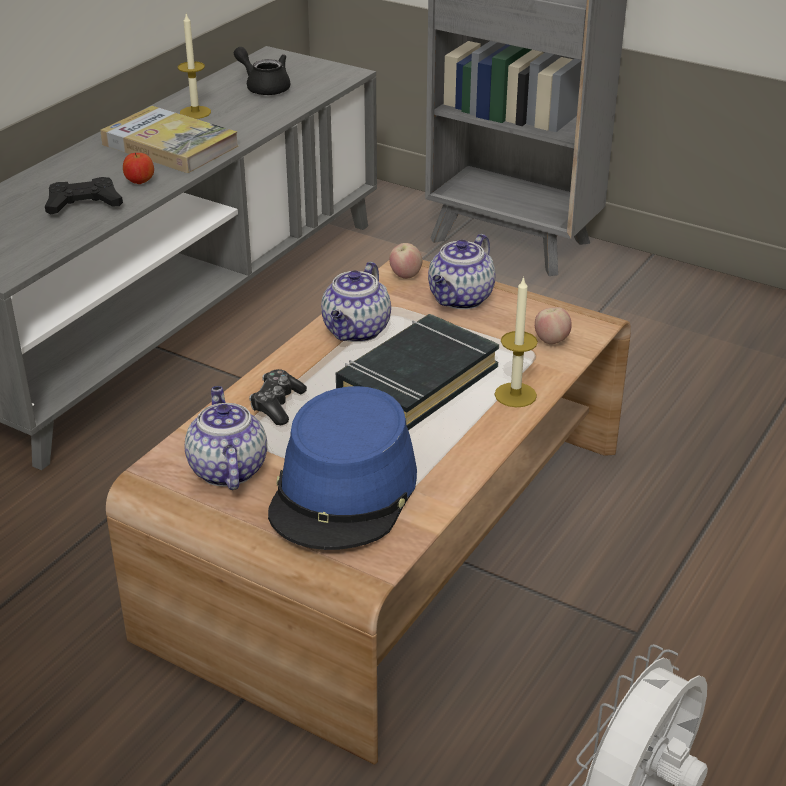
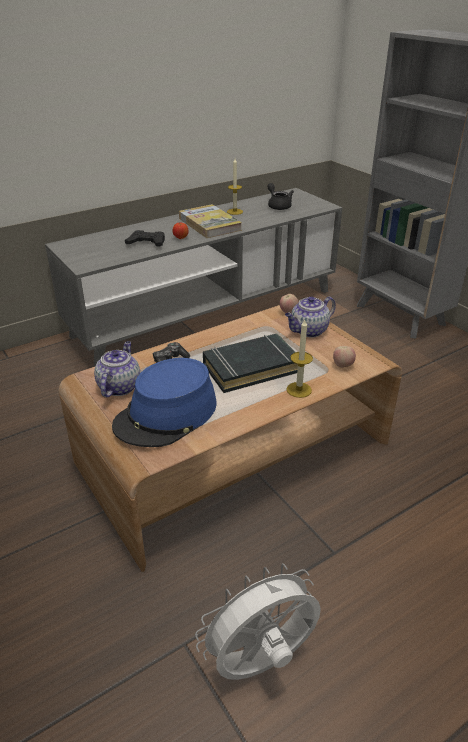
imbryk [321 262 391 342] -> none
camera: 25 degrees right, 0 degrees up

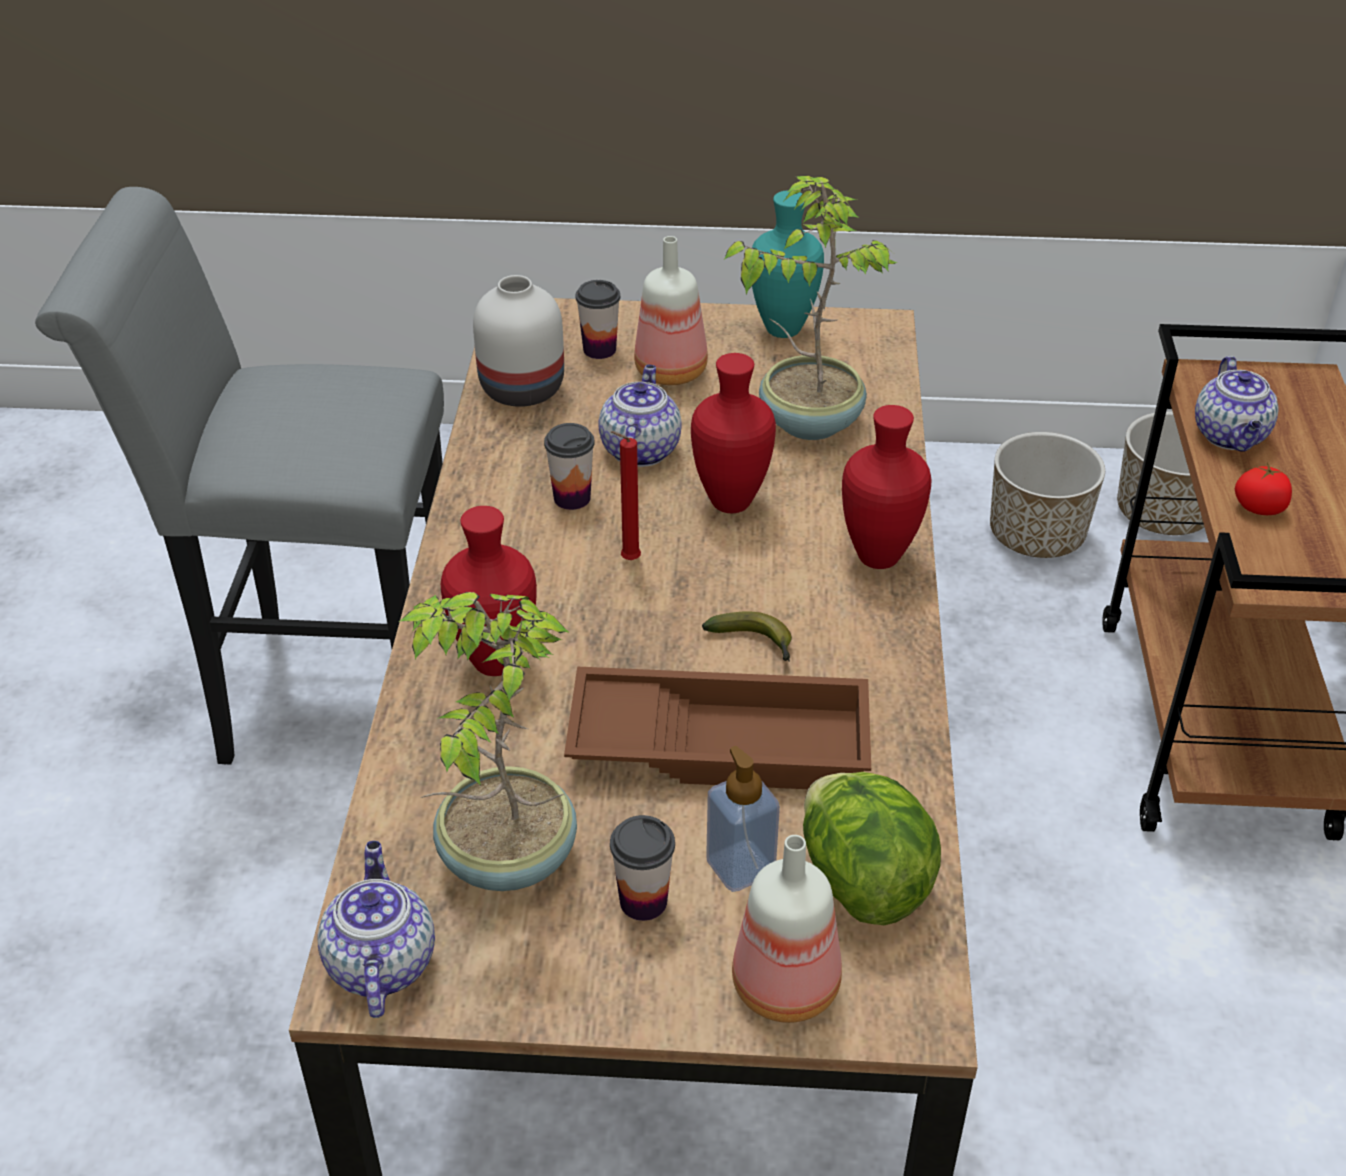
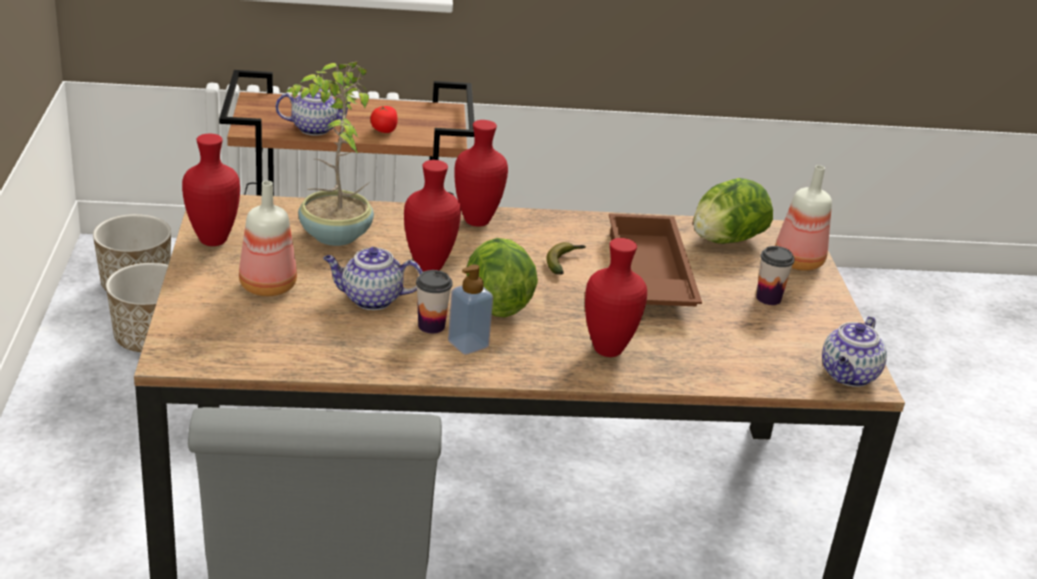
roślina doniczkowa [398 592 577 891] -> none
wazon [biały] [473 275 564 407] -> none
filiżanka [576 280 620 359] -> none
dozownik mydła [706 746 780 892] -> dozownik mydła [448 264 493 355], move
świeca [czerwony] [611 431 641 560] -> sałata [467 238 538 318]
wazon [turkusowy] [752 190 824 338] -> wazon [czerwony] [182 134 240 246]
imbryk [318 841 435 1018] -> imbryk [822 316 887 387], 45 degrees counterclockwise
camera: 100 degrees left, 10 degrees down

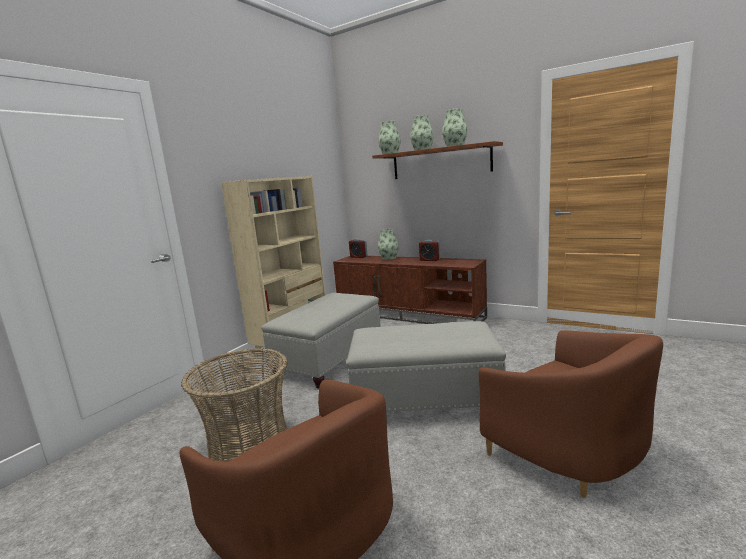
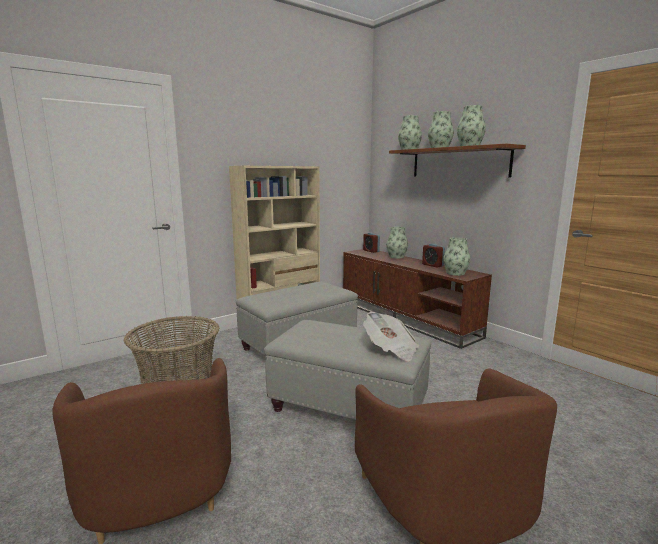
none -> gazeta [363 312 419 361]
none -> wazon [443 237 470 276]
camera: 20 degrees right, 0 degrees up

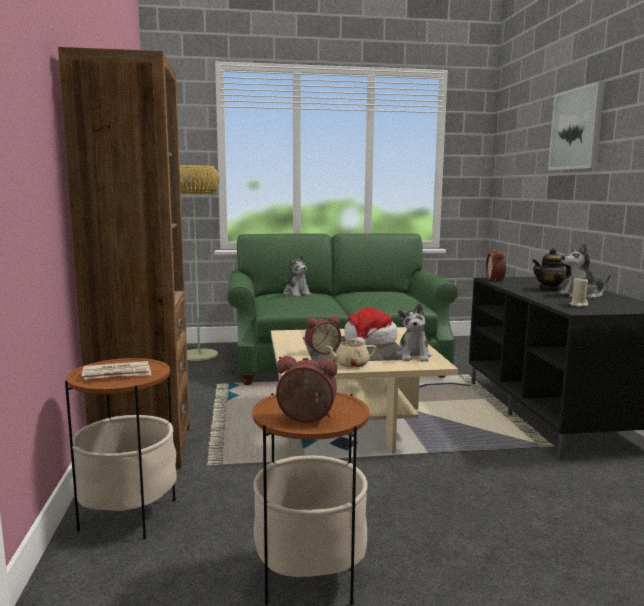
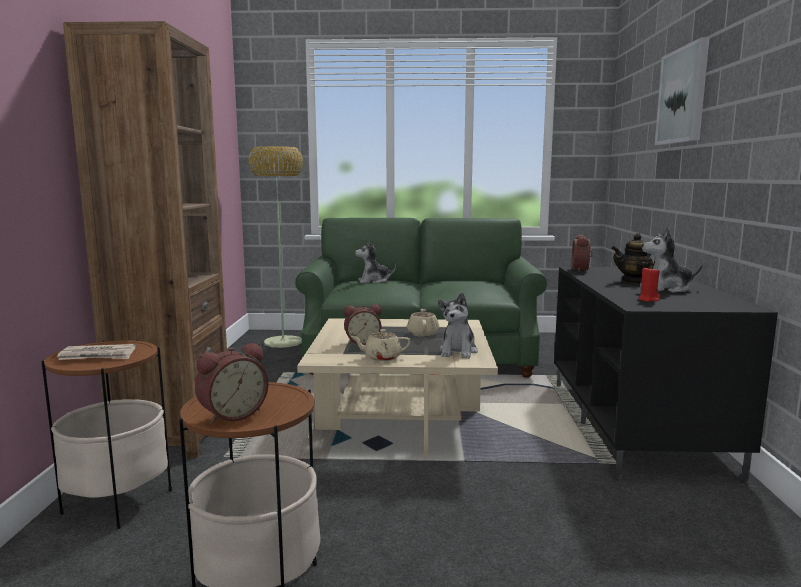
kapelusz [344 308 397 345] -> imbryk [beżowy] [407 309 439 337]
świeca [beżowy] [570 277 588 307] -> świeca [czerwony] [638 266 660 302]
budzik [276 356 337 423] -> budzik [195 342 268 424], 120 degrees clockwise
pluszak [283 255 311 297] -> pluszak [355 240 396 283], 105 degrees clockwise
camera: 10 degrees right, 0 degrees up

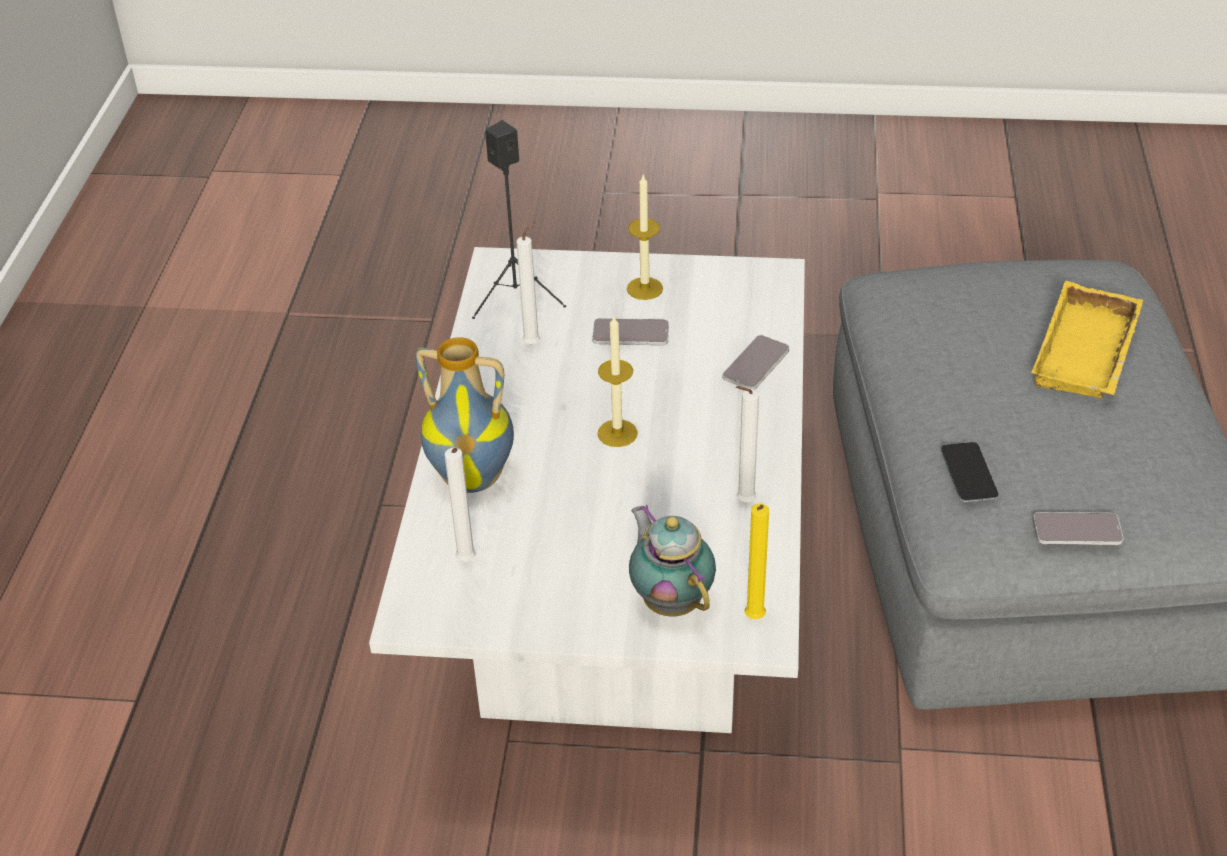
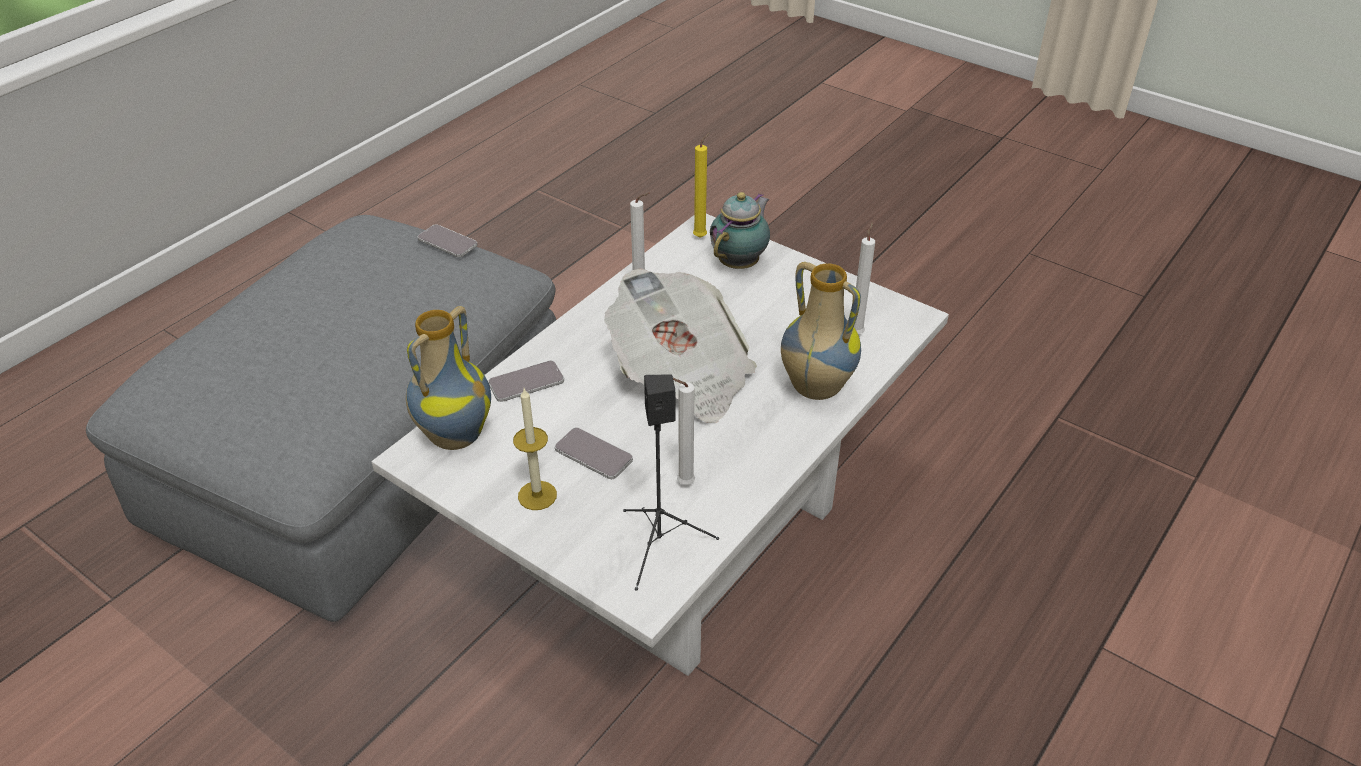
telefon [941 442 999 502] -> none
taca [żółty] [1031 281 1143 398] -> none
none -> wazon [406 306 491 450]
świeca [598 316 638 447] -> gazeta [604 268 757 423]
imbryk [629 505 716 617] -> imbryk [710 192 770 269], 150 degrees counterclockwise
camera: 150 degrees left, 0 degrees up

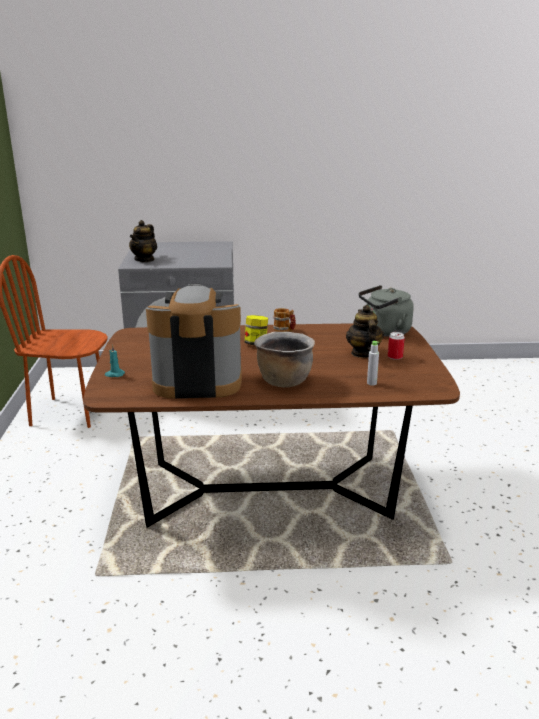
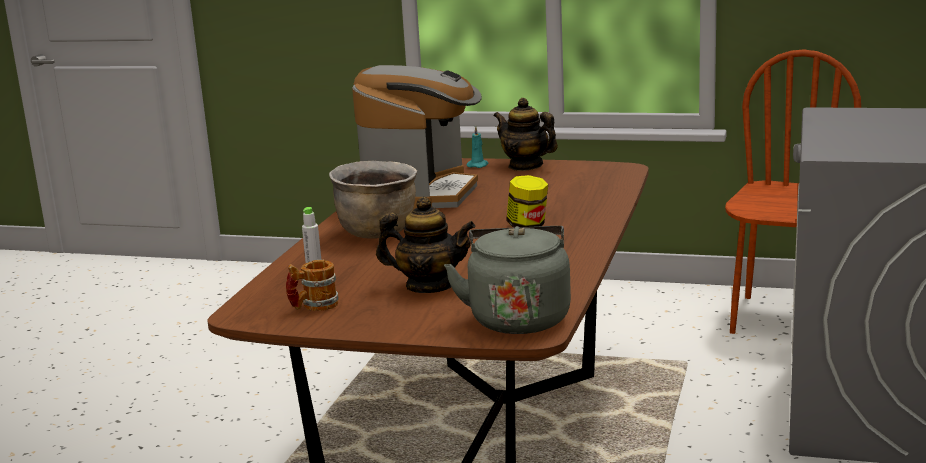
puszka [388 332 405 360] -> none
imbryk [129 220 157 262] -> imbryk [494 98 558 171], move
kubek [273 308 296 332] -> kubek [286 260 338 311], move
camera: 110 degrees right, 5 degrees down

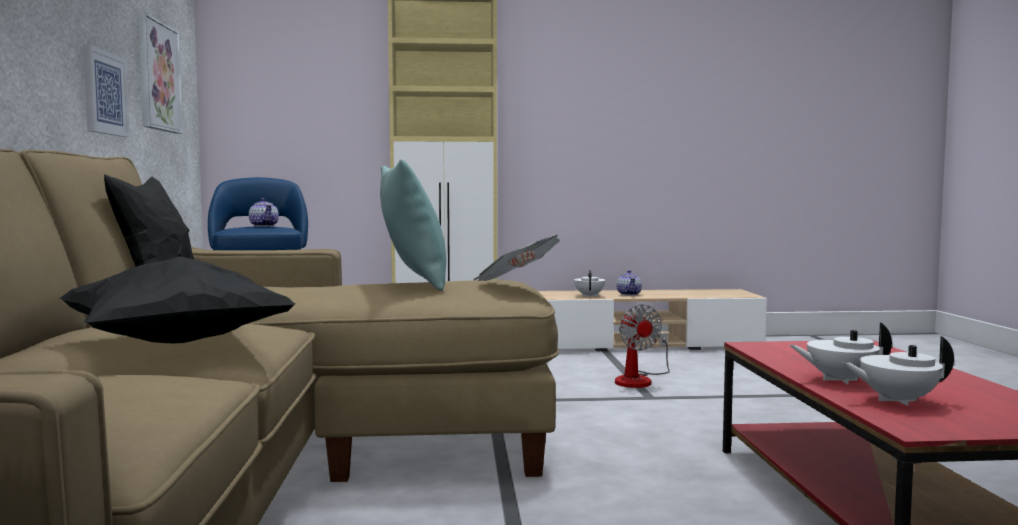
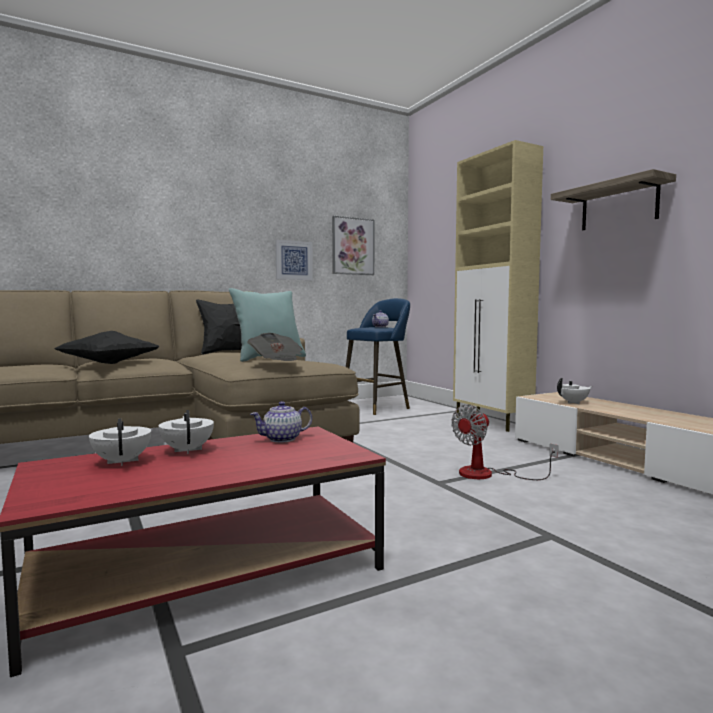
none -> półka [551 169 676 230]
imbryk [617 270 642 296] -> imbryk [250 401 312 443], move
camera: 65 degrees right, 0 degrees up

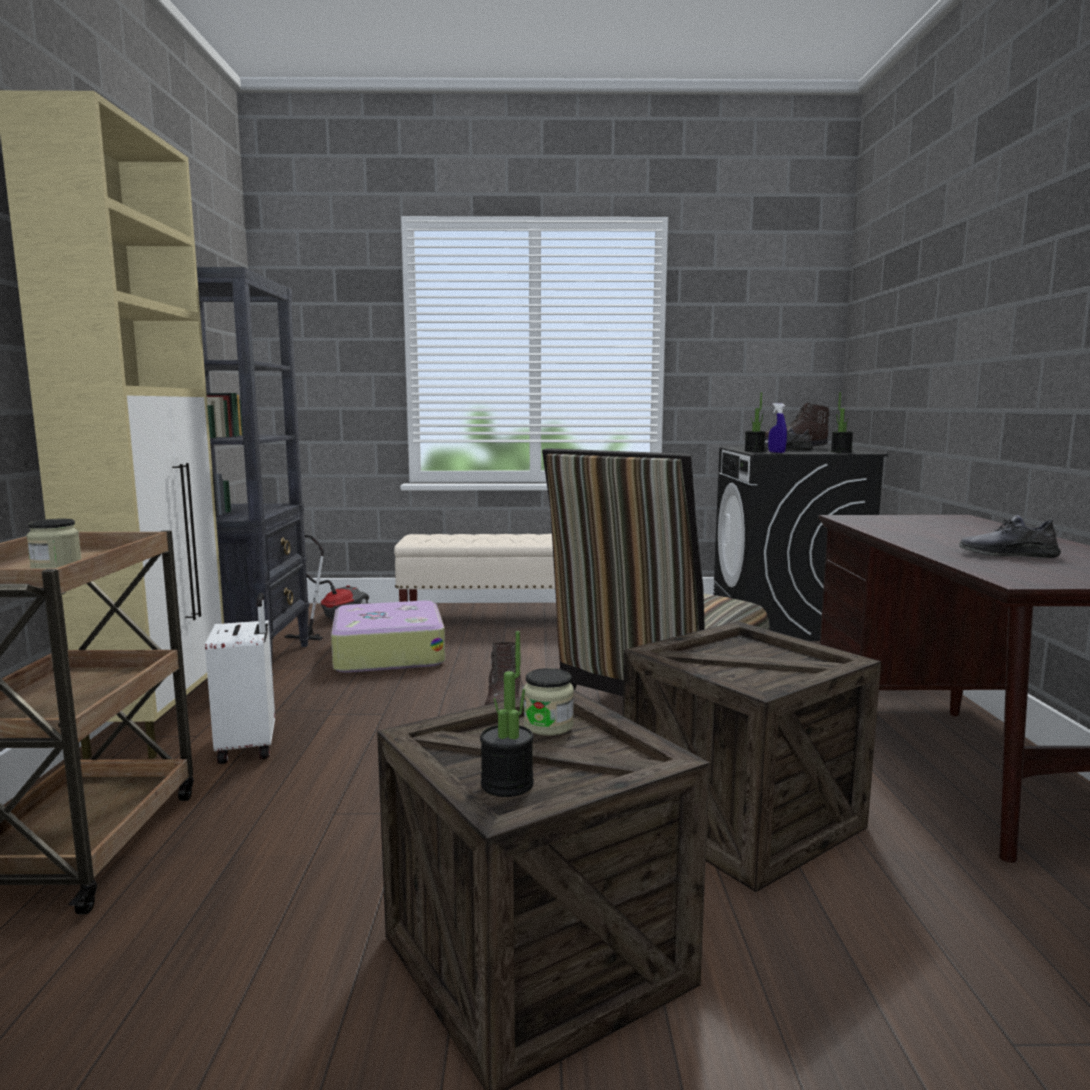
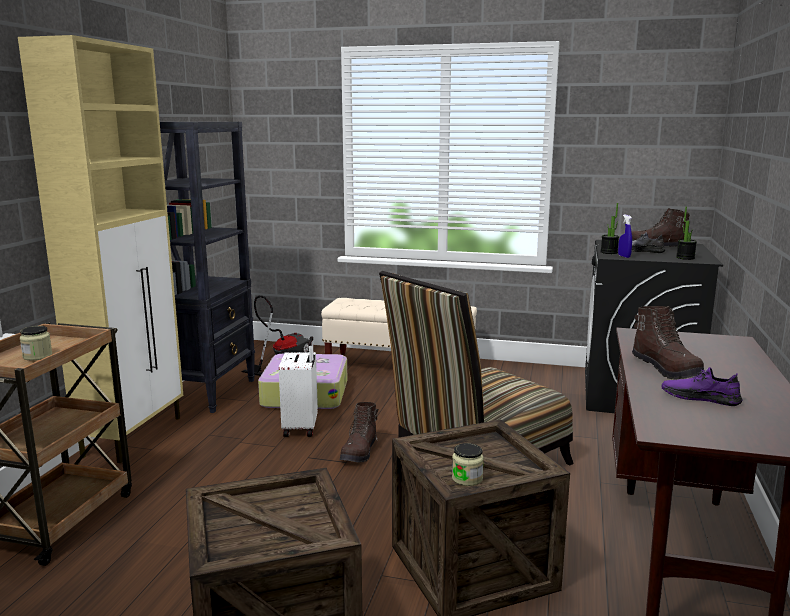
roślina doniczkowa [480 631 534 797] -> none
none -> but z cholewką [brązowy] [632 306 704 379]
walizka [biały] [205 593 275 764] -> walizka [biały] [279 336 318 437], move
słoik [524 668 574 736] -> słoik [452 443 484 486], move
but [szary] [959 515 1061 558] -> but [fioletowy] [661 367 742 406]
camera: 15 degrees right, 5 degrees up

